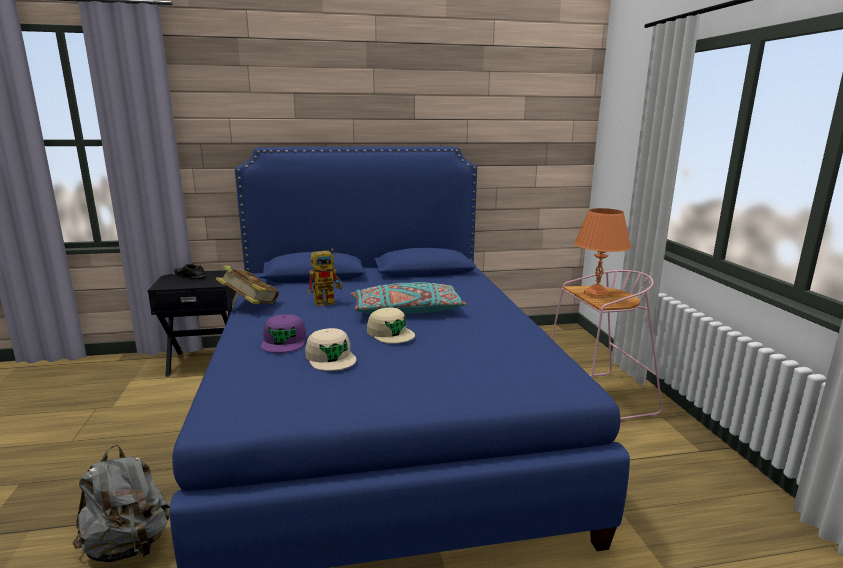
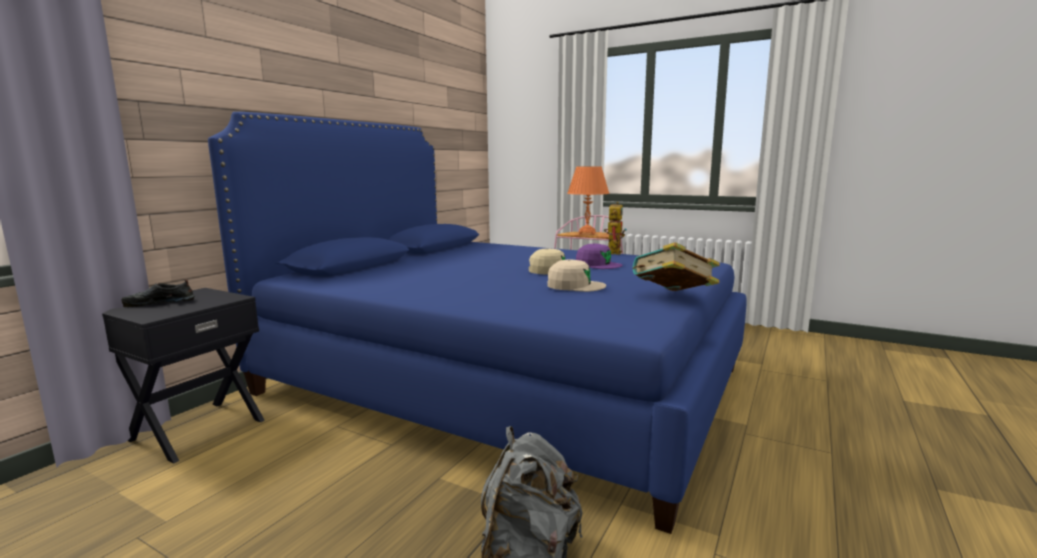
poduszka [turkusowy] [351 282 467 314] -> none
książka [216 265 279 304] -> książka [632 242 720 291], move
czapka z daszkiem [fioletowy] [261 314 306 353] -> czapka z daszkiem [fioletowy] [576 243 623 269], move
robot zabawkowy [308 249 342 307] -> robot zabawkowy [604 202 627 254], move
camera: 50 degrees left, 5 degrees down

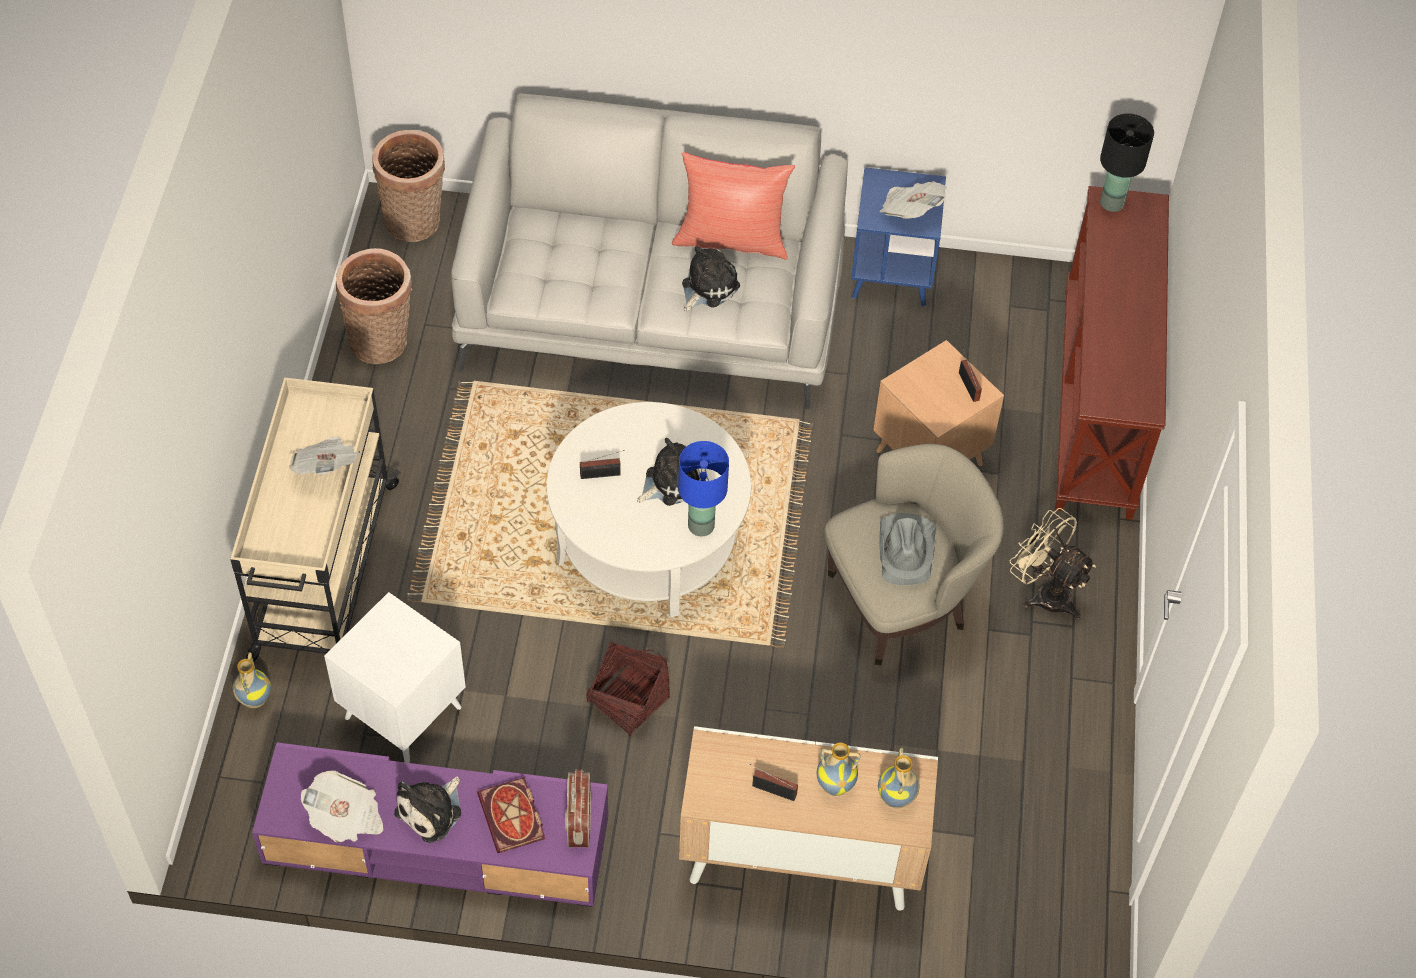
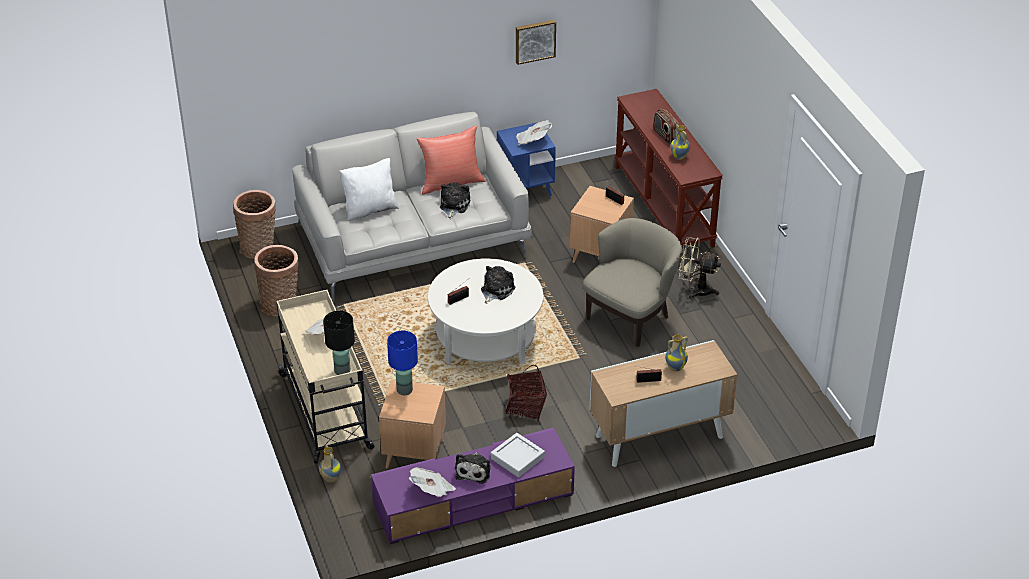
kapelusz [szary] [879 513 937 586] -> none
none -> poduszka [biały] [340 158 399 221]
none -> obraz [516 20 556 65]
radio [565 769 591 847] -> radio [653 109 679 144], move
lampa stołowa [niebieski] [678 441 729 536] -> lampa stołowa [niebieski] [387 331 418 395], move
wazon [878 748 920 809] -> wazon [670 124 690 160], move
lampa stołowa [czarny] [1100 113 1154 212] -> lampa stołowa [czarny] [323 311 355 375], move
książka [477 777 545 853] -> taca [szary] [491 433 545 478]
stolik [biały] [324 592 466 763] -> stolik [brązowy] [379 380 446 469]
camera: 25 degrees left, 15 degrees down

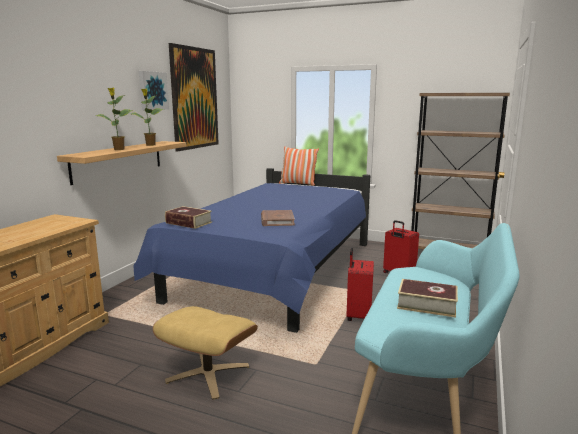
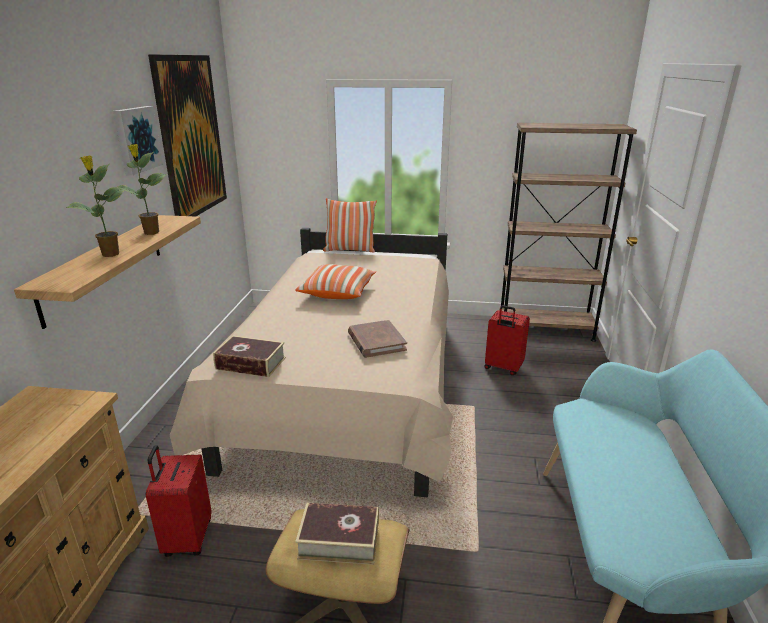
none -> poduszka [295 264 376 299]
walizka [czerwony] [346 248 374 321] -> walizka [czerwony] [146 445 211 557], move
książka [397 279 458 318] -> książka [295 503 379 565], move
łóżko [niebieski] [133 168 370 333] -> łóżko [beżowy] [170 228 453 497]
camera: 15 degrees left, 10 degrees up

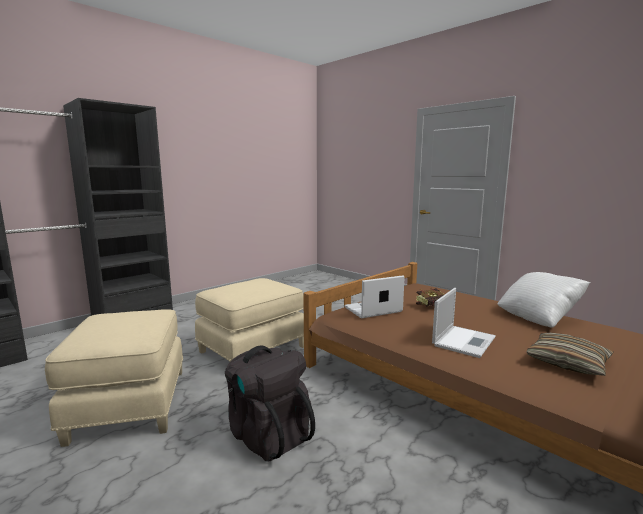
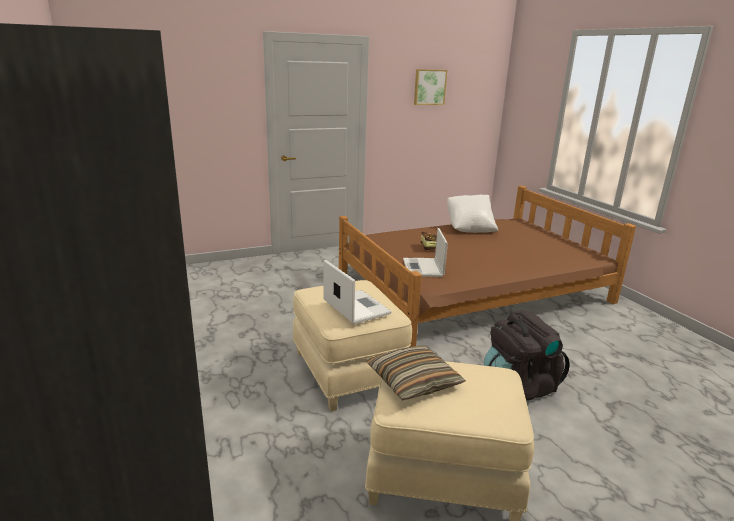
none -> obraz [414 69 447 105]
laptop [432 288 496 358] -> laptop [323 260 392 324], move
poduszka [526 333 614 376] -> poduszka [366 345 466 400], move
camera: 70 degrees left, 10 degrees up

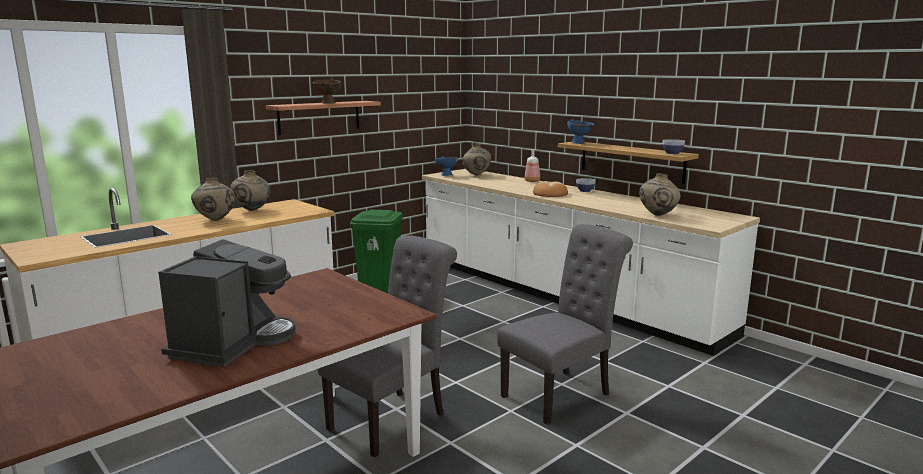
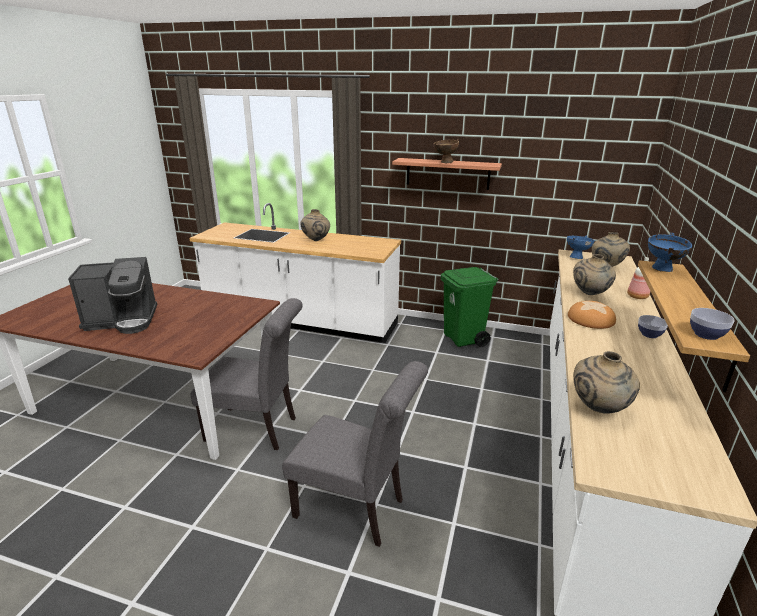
wazon [beżowy] [230 170 270 211] -> wazon [beżowy] [573 254 616 295], move
camera: 60 degrees right, 10 degrees up

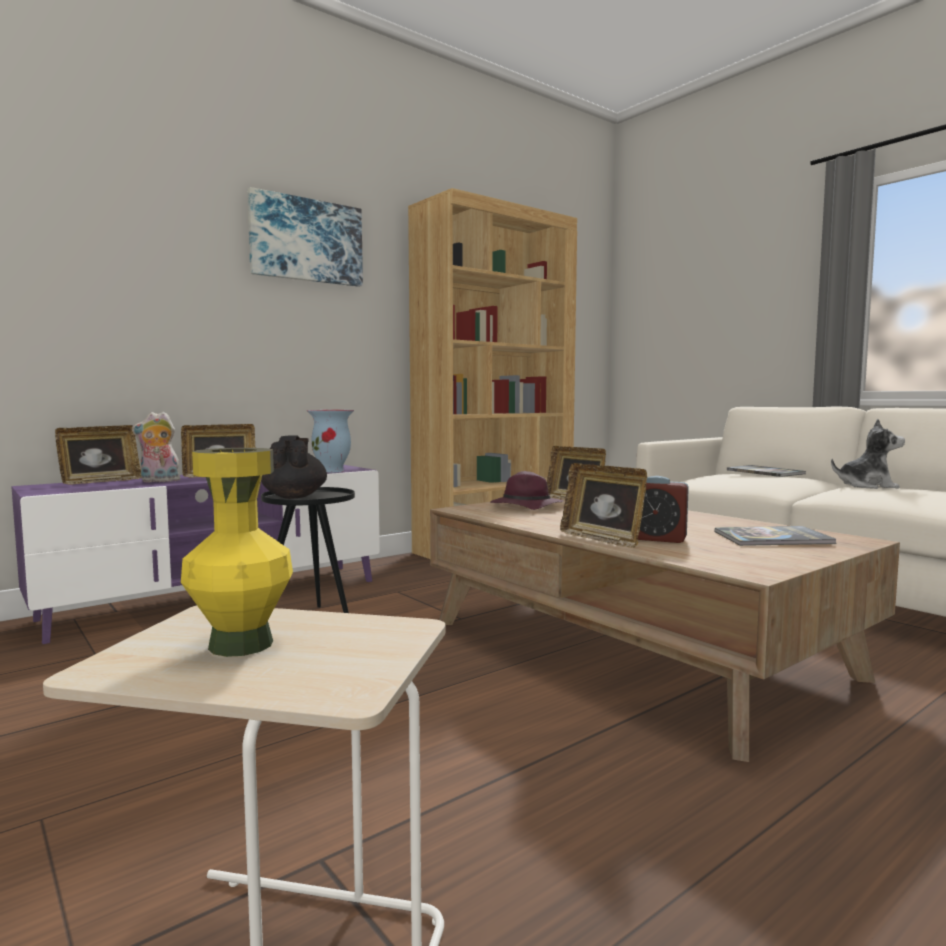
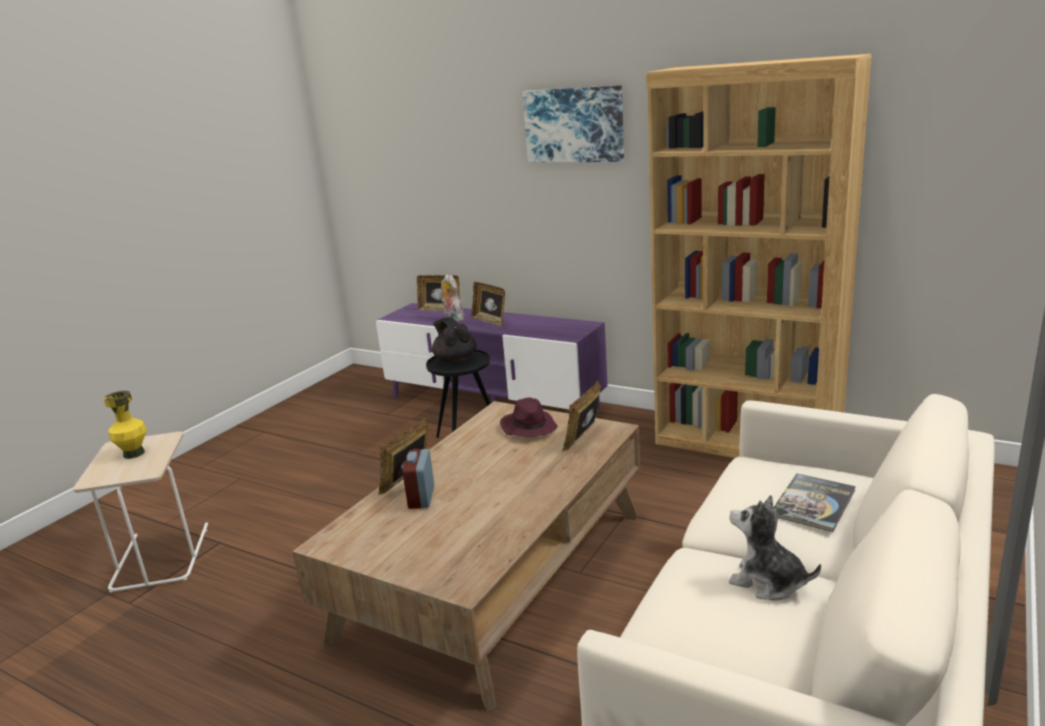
wazon [307 410 354 472] -> none
książka [715 526 837 546] -> none
imbryk [czarny] [261 435 327 499] -> imbryk [czarny] [432 317 477 363], 90 degrees counterclockwise
pluszak [831 419 905 489] -> pluszak [729 495 821 601], 135 degrees clockwise
camera: 70 degrees right, 15 degrees up

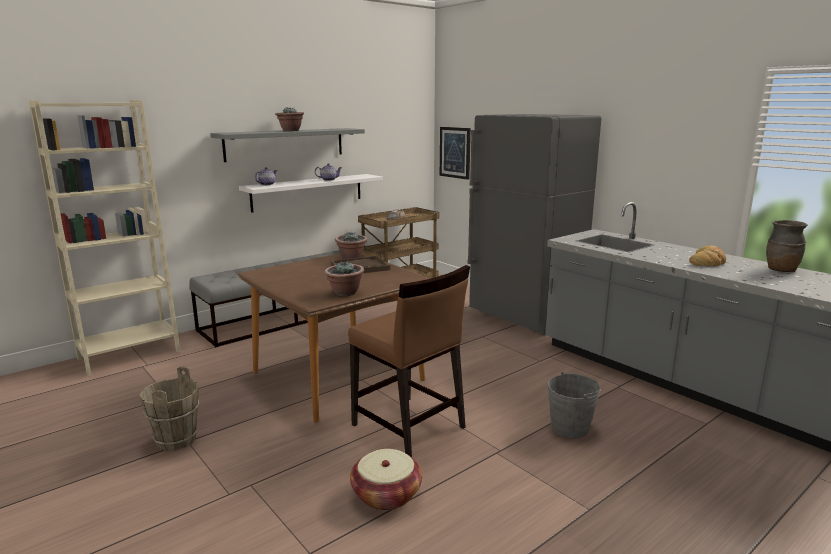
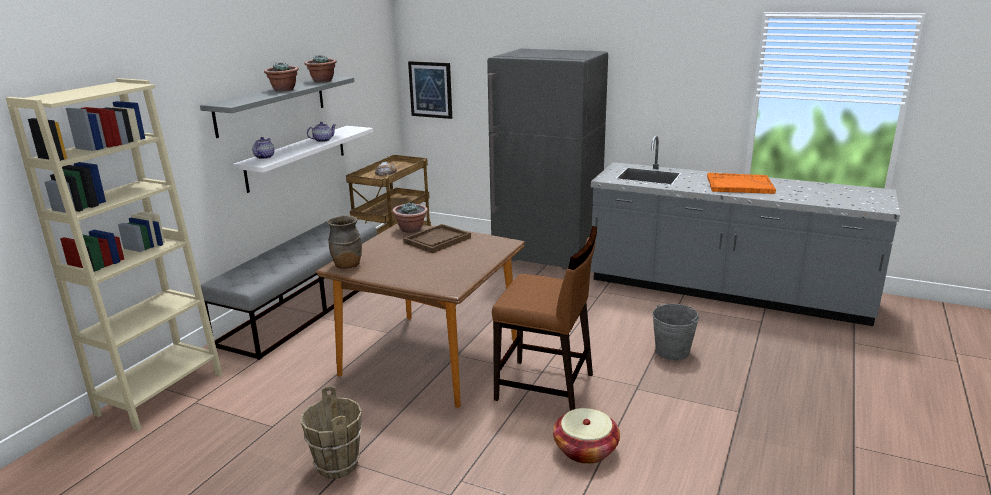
roślina doniczkowa [324 261 364 296] -> roślina doniczkowa [305 55 337 83], move
wazon [brązowy] [766 220 808 272] -> wazon [brązowy] [327 215 362 269], move
chleb [689 246 726 266] -> taca [pomarańczowy] [707 172 776 194]
camera: 25 degrees left, 5 degrees up

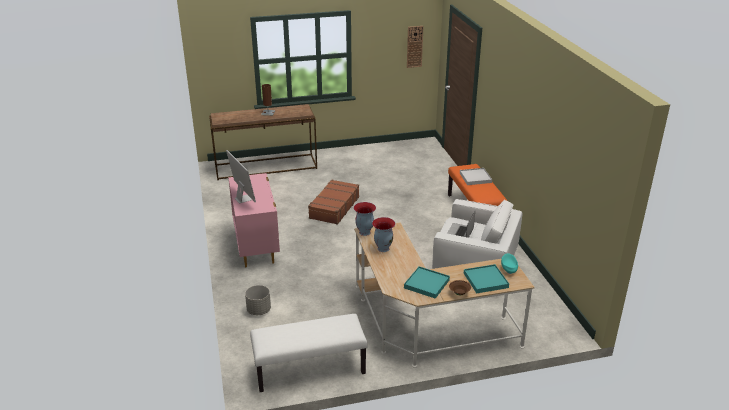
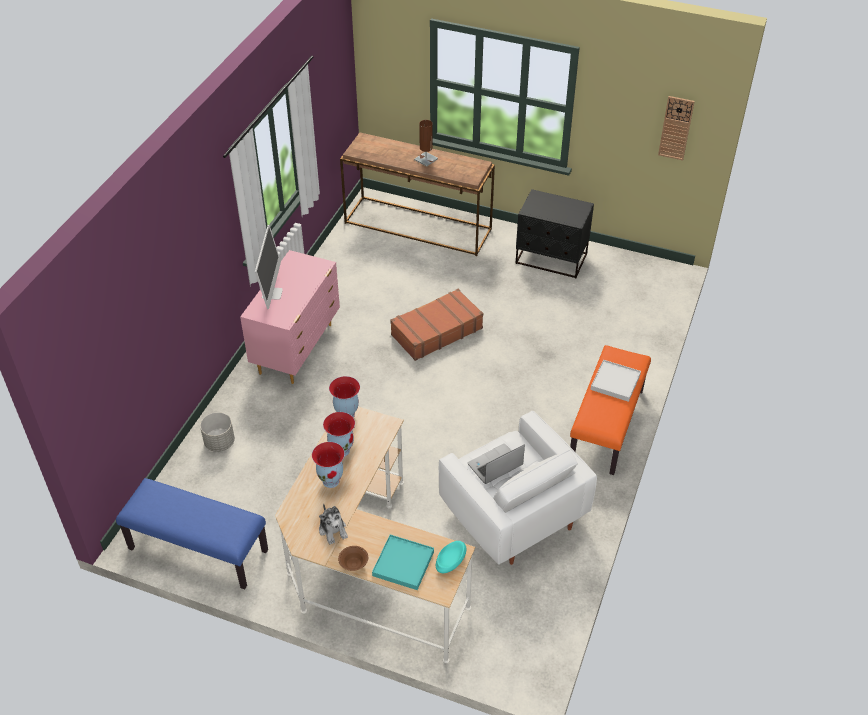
none -> wazon [312 442 345 488]
none -> szafka nocna [czarny] [516 189 594 279]
taca [turkusowy] [404 266 450 299] -> pluszak [319 503 348 545]
ławka [biały] [250 314 367 392] -> ławka [niebieski] [116 478 268 589]
camera: 35 degrees right, 15 degrees up

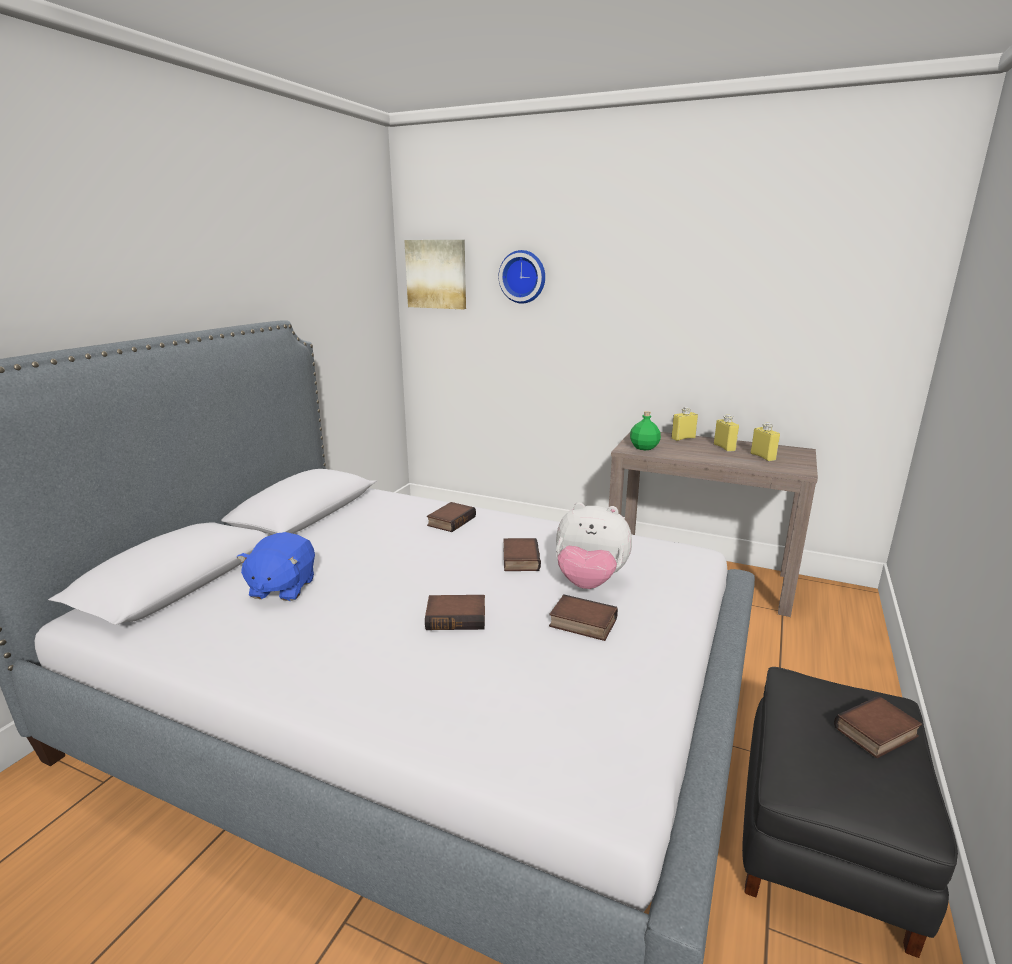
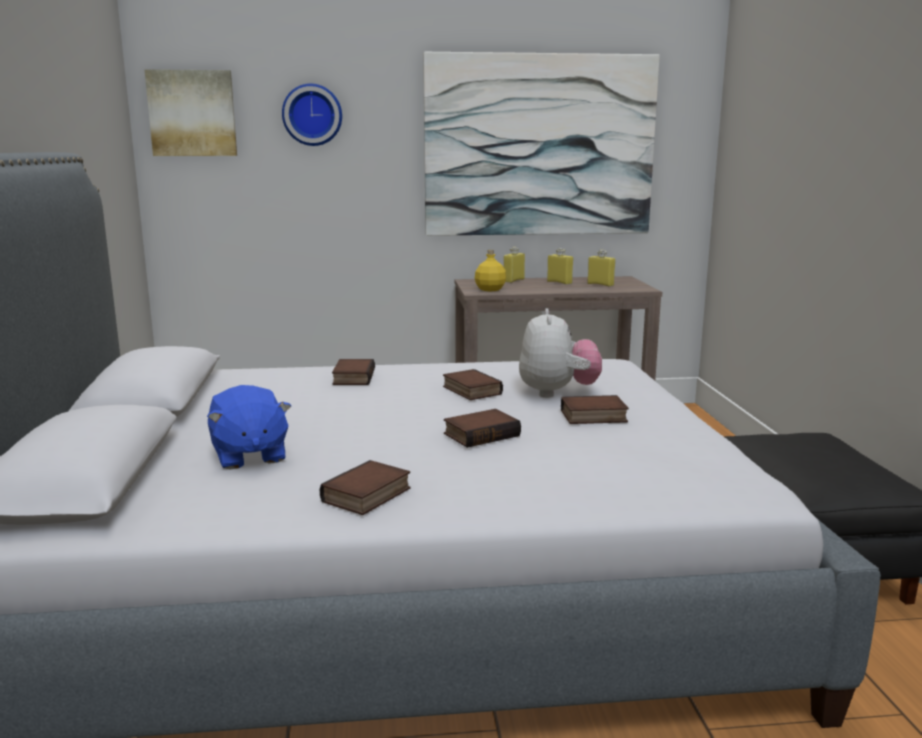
none -> obraz [423 52 660 236]
książka [834 696 922 758] -> książka [320 460 410 515], move
butelka [zielony] [630 411 661 450] -> butelka [żółty] [475 250 506 291]
pluszak [556 502 632 589] -> pluszak [519 308 602 398], 75 degrees counterclockwise
camera: 30 degrees left, 5 degrees down

